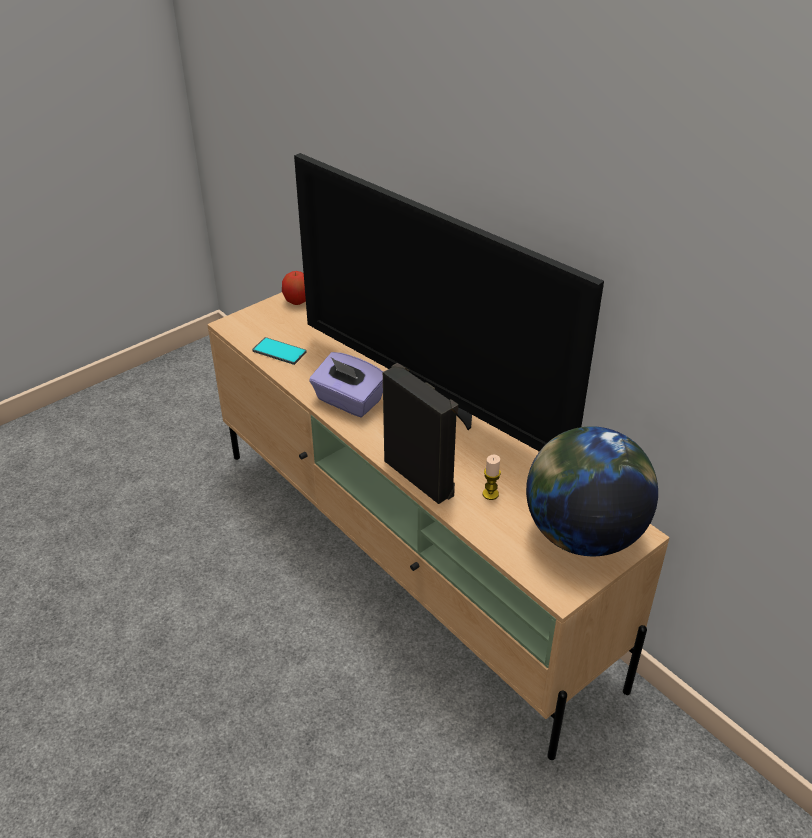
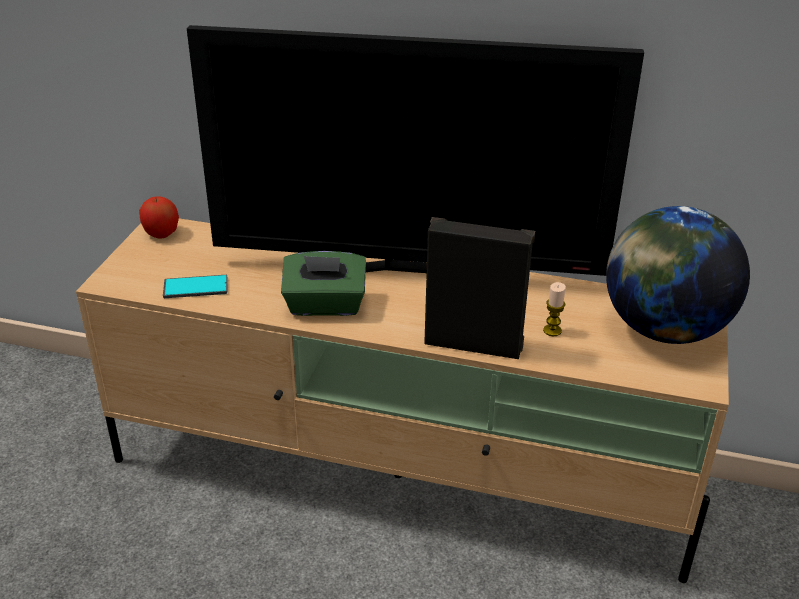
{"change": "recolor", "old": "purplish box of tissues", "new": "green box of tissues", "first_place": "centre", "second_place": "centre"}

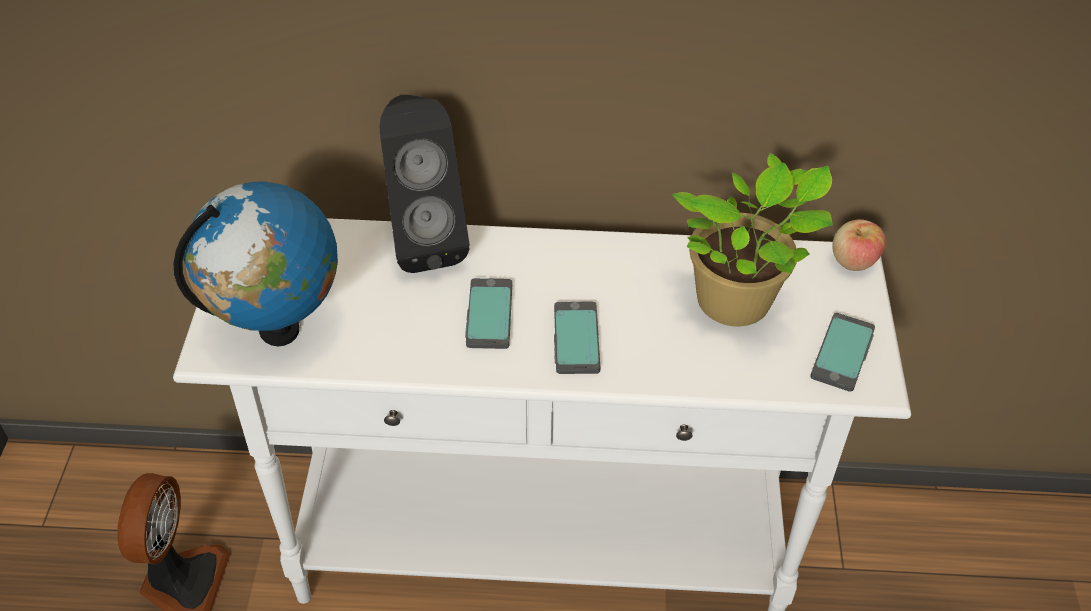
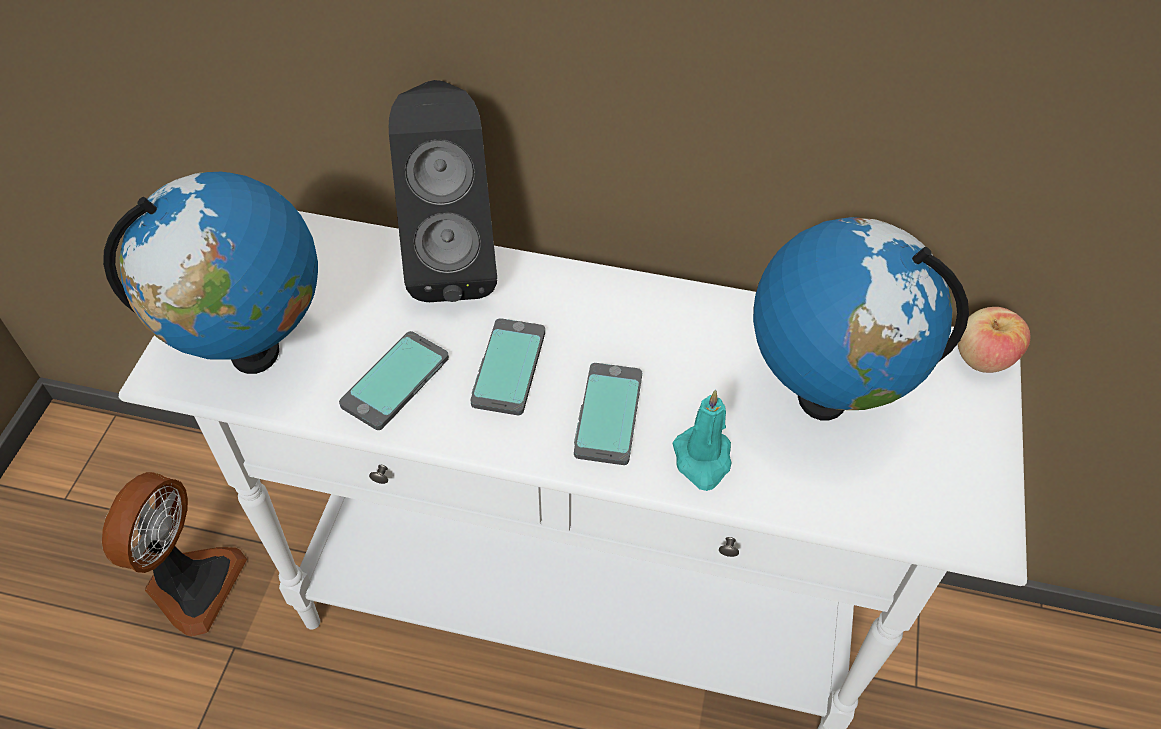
{"change": "replace", "old": "potted plant", "new": "world globe (2nd from left)", "first_place": "middle right", "second_place": "middle right"}
{"change": "move", "old": "telephone (3rd from left in the first image)", "new": "telephone (1st from left)", "first_place": "middle right", "second_place": "centre"}
{"change": "insert", "new": "turquoise wax light", "second_place": "centre"}

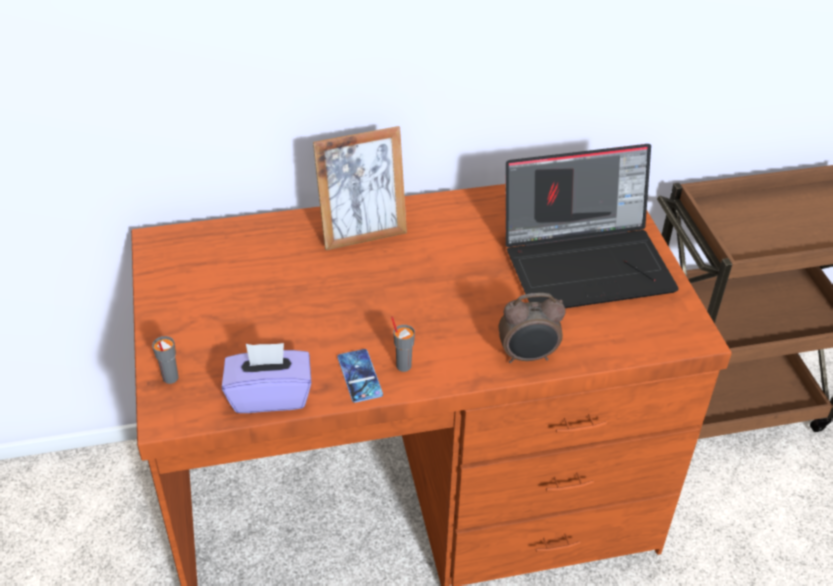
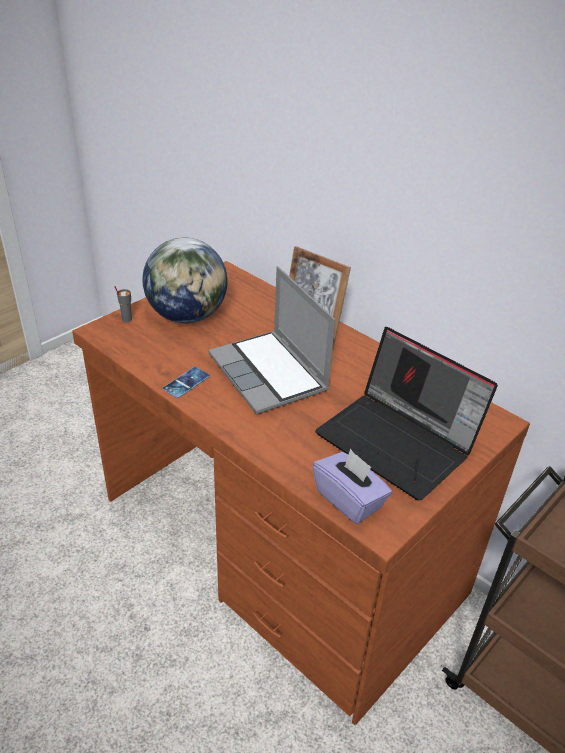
{"change": "delete", "old": "table clock", "first_place": "centre"}
{"change": "delete", "old": "grey small cup (2nd from left)", "first_place": "centre"}
{"change": "move", "old": "purplish box of tissues", "first_place": "middle left", "second_place": "centre"}
{"change": "insert", "new": "world globe", "second_place": "middle left"}
{"change": "insert", "new": "portable computer (1st from left)", "second_place": "centre"}

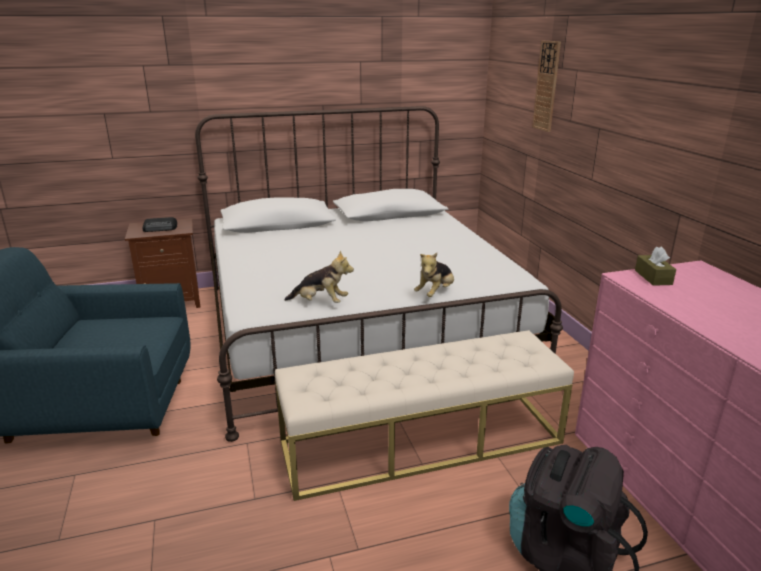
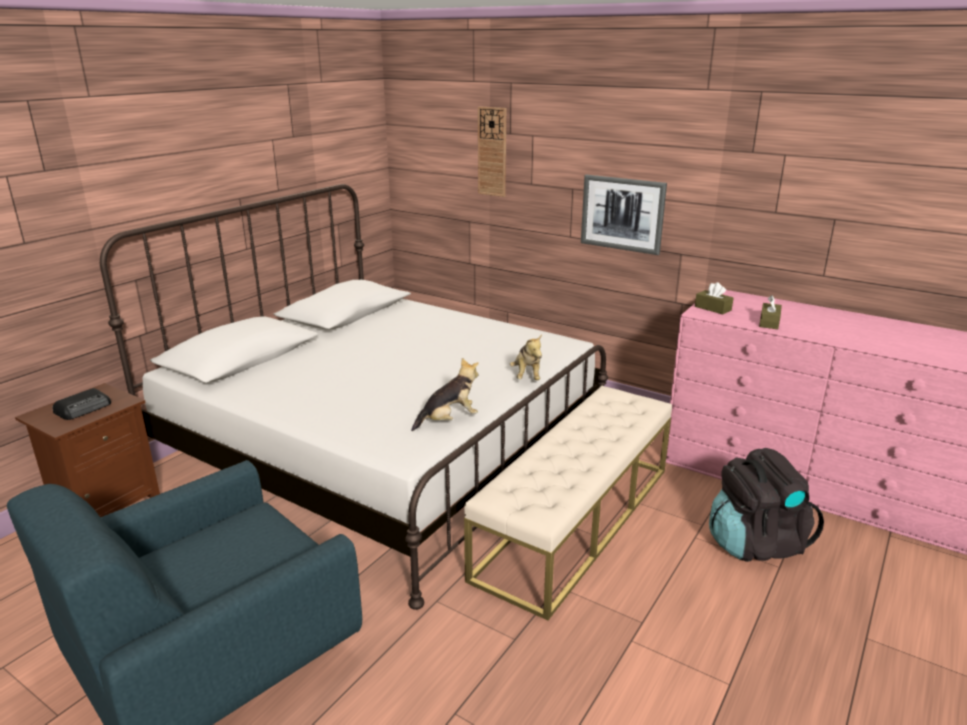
{"change": "insert", "new": "wall picture", "second_place": "top centre"}
{"change": "insert", "new": "brown-coloured box of tissues (2nd from left)", "second_place": "middle right"}

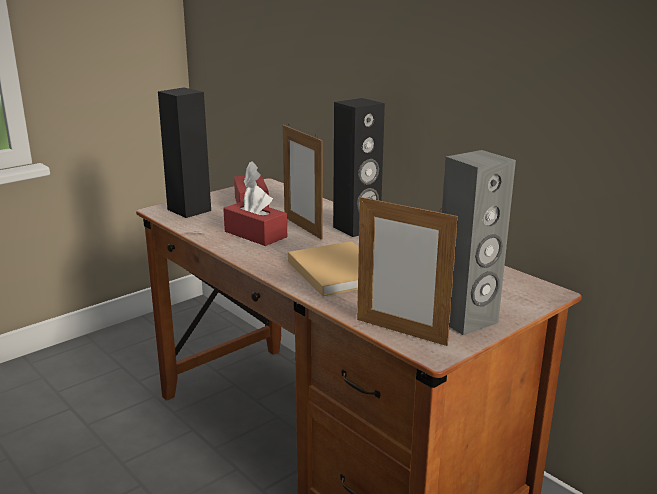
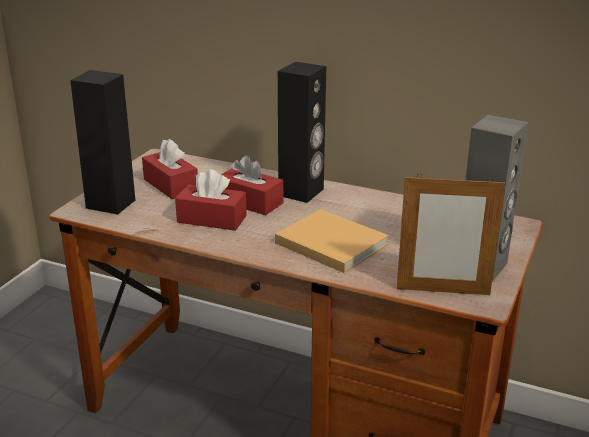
{"change": "replace", "old": "standing frame (1st from left)", "new": "reddish box of tissues (3rd from left)", "first_place": "centre", "second_place": "centre"}

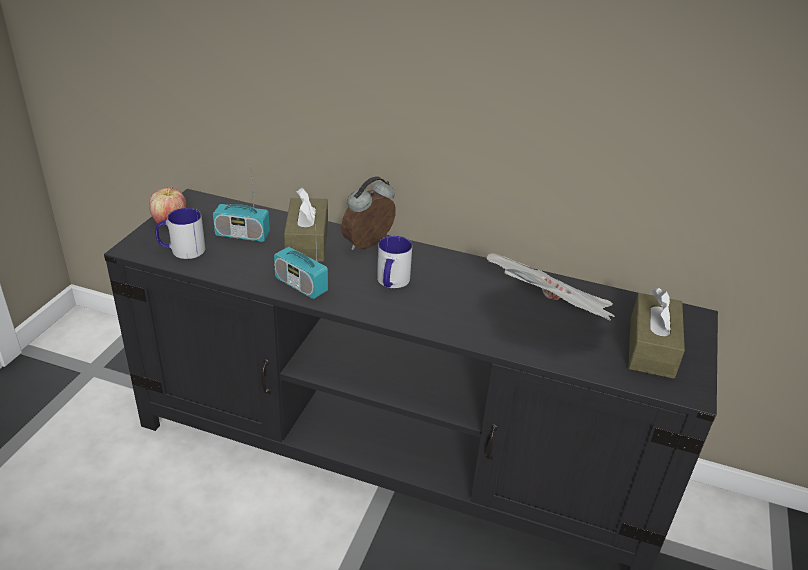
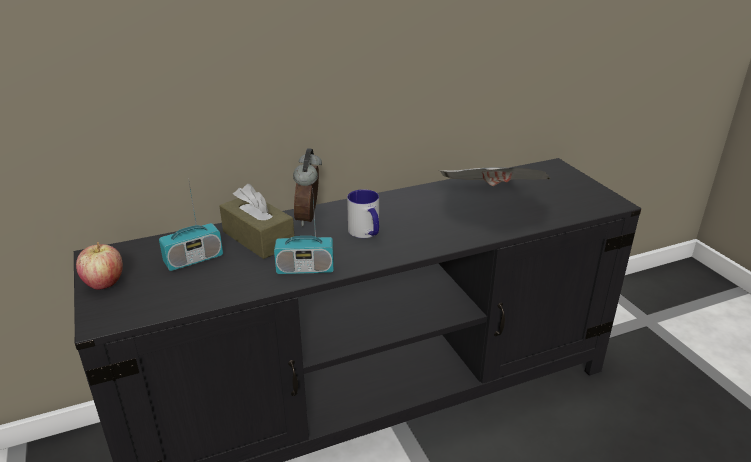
{"change": "delete", "old": "mug (1st from left)", "first_place": "middle left"}
{"change": "delete", "old": "brown-coloured box of tissues (2nd from left)", "first_place": "middle right"}

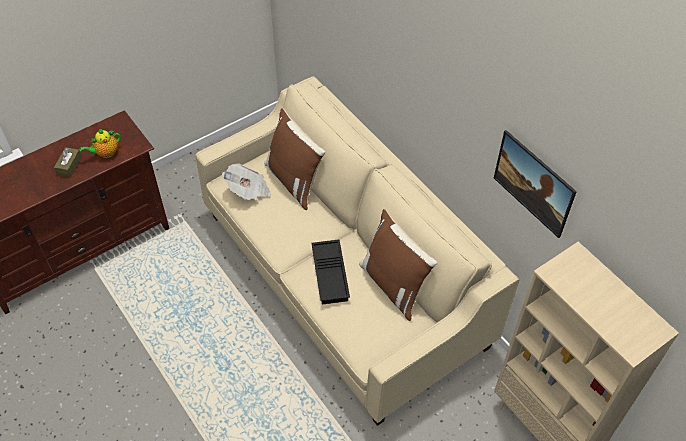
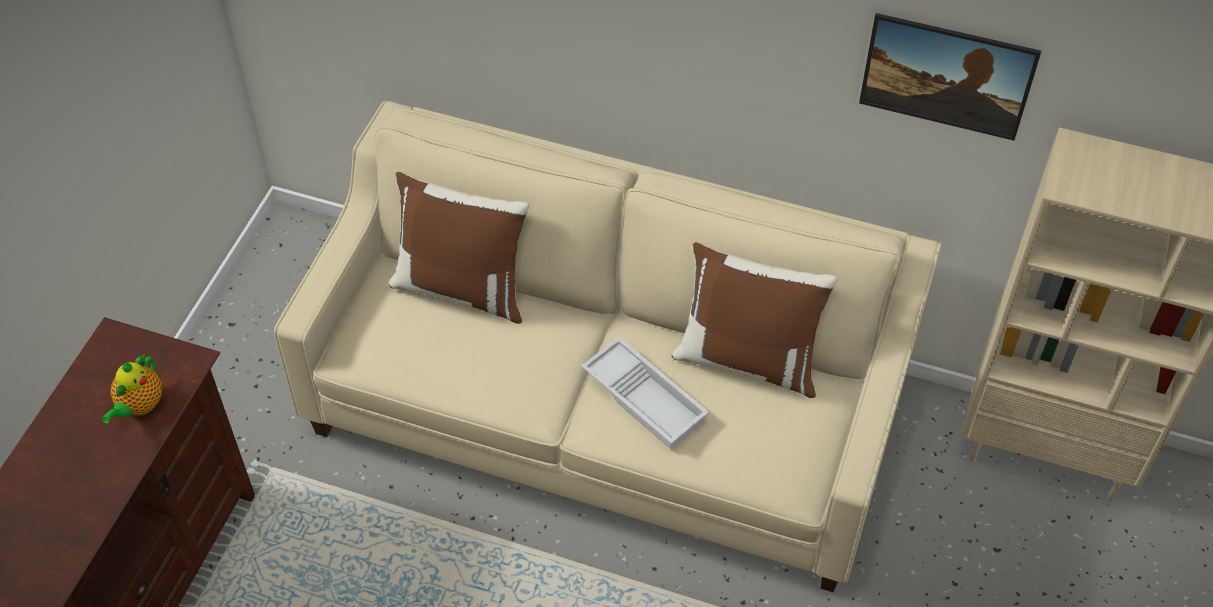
{"change": "delete", "old": "brown-coloured box of tissues", "first_place": "middle left"}
{"change": "delete", "old": "daily paper", "first_place": "centre"}
{"change": "recolor", "old": "black serving tray", "new": "whitish serving tray", "first_place": "centre", "second_place": "centre"}

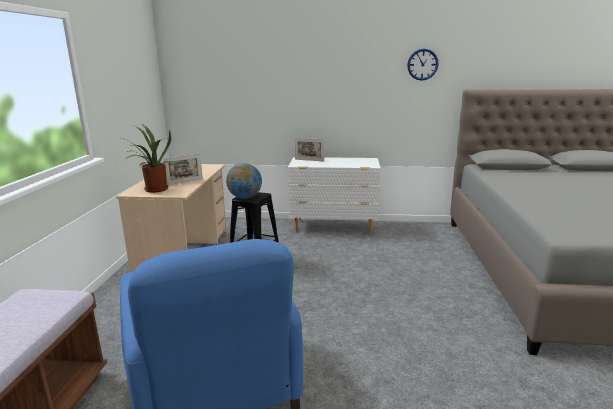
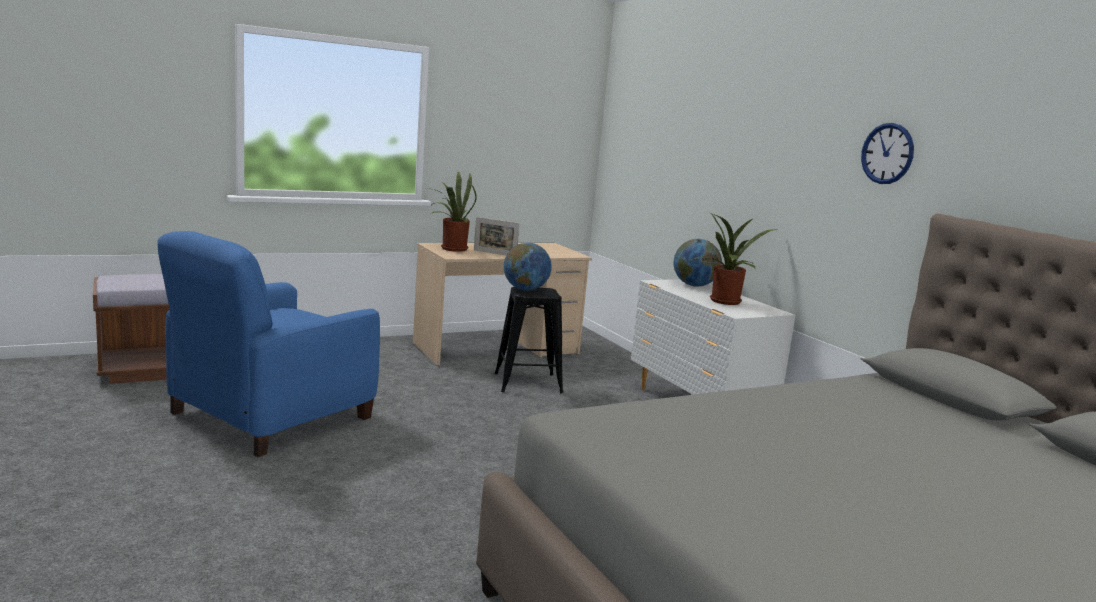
{"change": "replace", "old": "standing frame (2nd from left)", "new": "world globe (2nd from left)", "first_place": "centre", "second_place": "centre"}
{"change": "insert", "new": "potted plant (2nd from left)", "second_place": "middle right"}

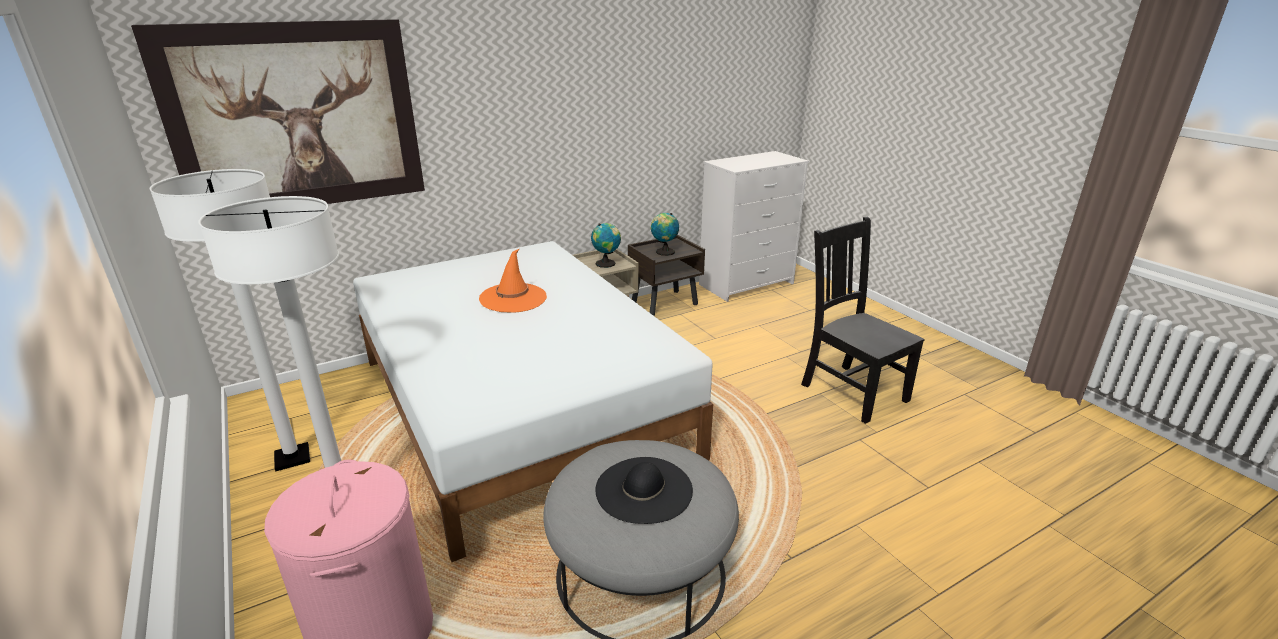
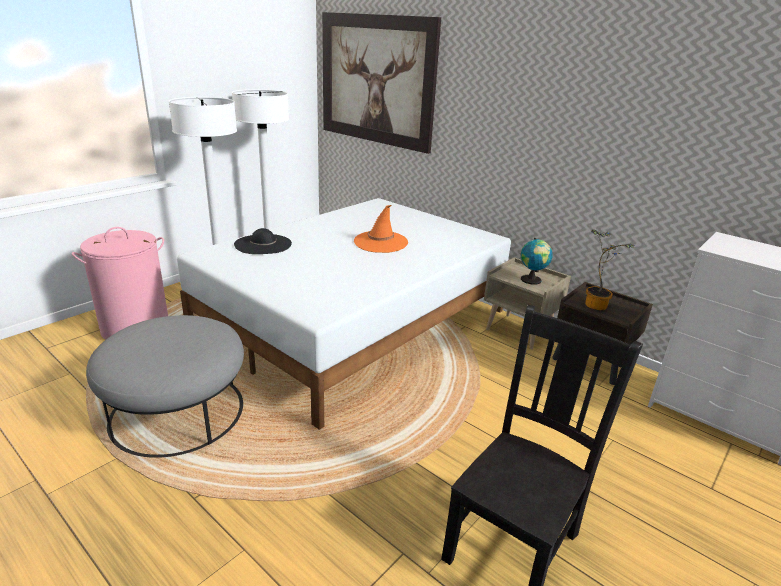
{"change": "replace", "old": "world globe (2nd from left)", "new": "potted plant", "first_place": "centre", "second_place": "middle right"}
{"change": "move", "old": "black clothing hat", "first_place": "bottom centre", "second_place": "centre"}

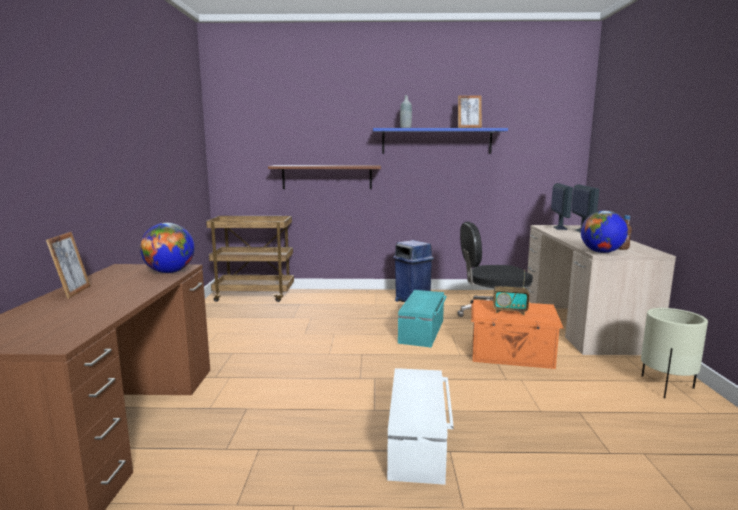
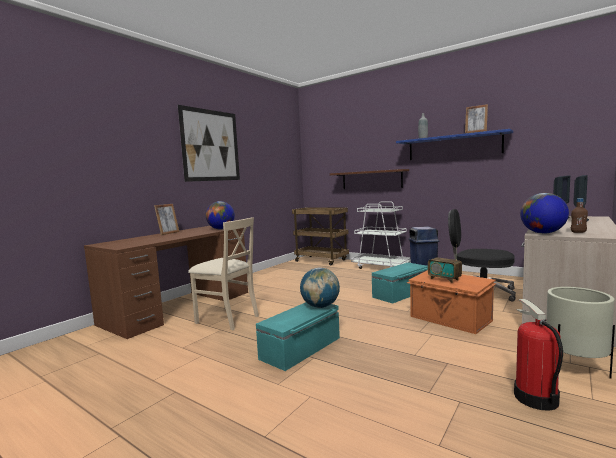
{"change": "recolor", "old": "whitish storage container", "new": "turquoise storage container (1st from left)", "first_place": "bottom centre", "second_place": "bottom centre"}
{"change": "insert", "new": "wall picture", "second_place": "top centre"}
{"change": "insert", "new": "whitish trolley", "second_place": "centre"}
{"change": "insert", "new": "beige-coloured plain chair", "second_place": "centre"}
{"change": "insert", "new": "world globe (2nd from left)", "second_place": "centre"}
{"change": "insert", "new": "fire extinguisher", "second_place": "bottom right"}

